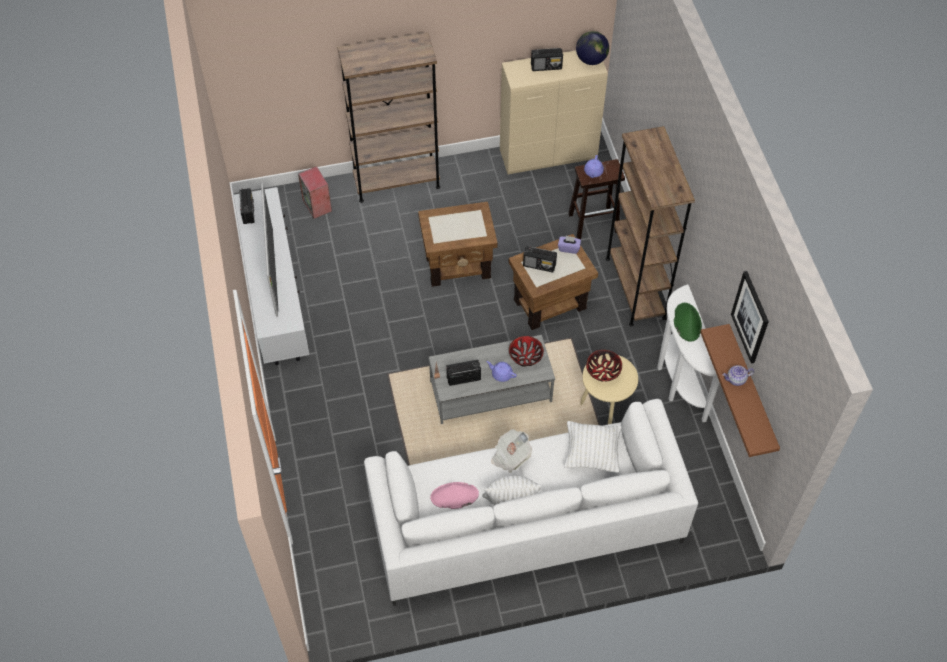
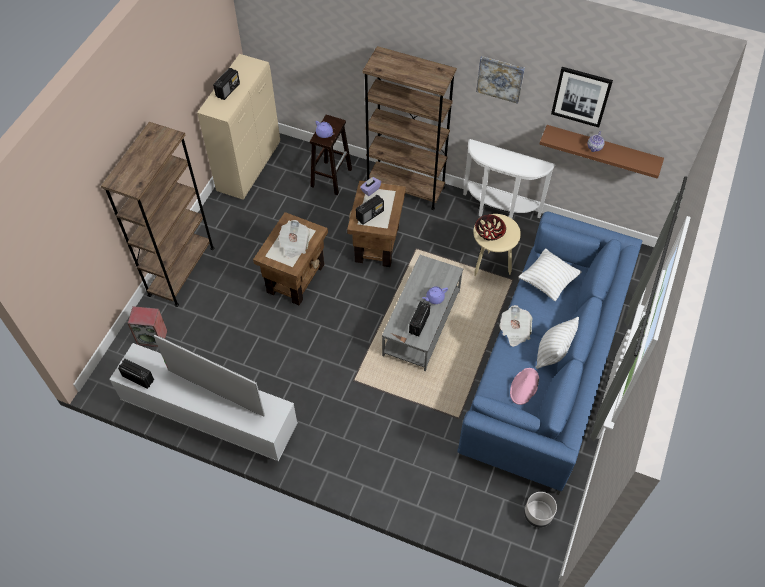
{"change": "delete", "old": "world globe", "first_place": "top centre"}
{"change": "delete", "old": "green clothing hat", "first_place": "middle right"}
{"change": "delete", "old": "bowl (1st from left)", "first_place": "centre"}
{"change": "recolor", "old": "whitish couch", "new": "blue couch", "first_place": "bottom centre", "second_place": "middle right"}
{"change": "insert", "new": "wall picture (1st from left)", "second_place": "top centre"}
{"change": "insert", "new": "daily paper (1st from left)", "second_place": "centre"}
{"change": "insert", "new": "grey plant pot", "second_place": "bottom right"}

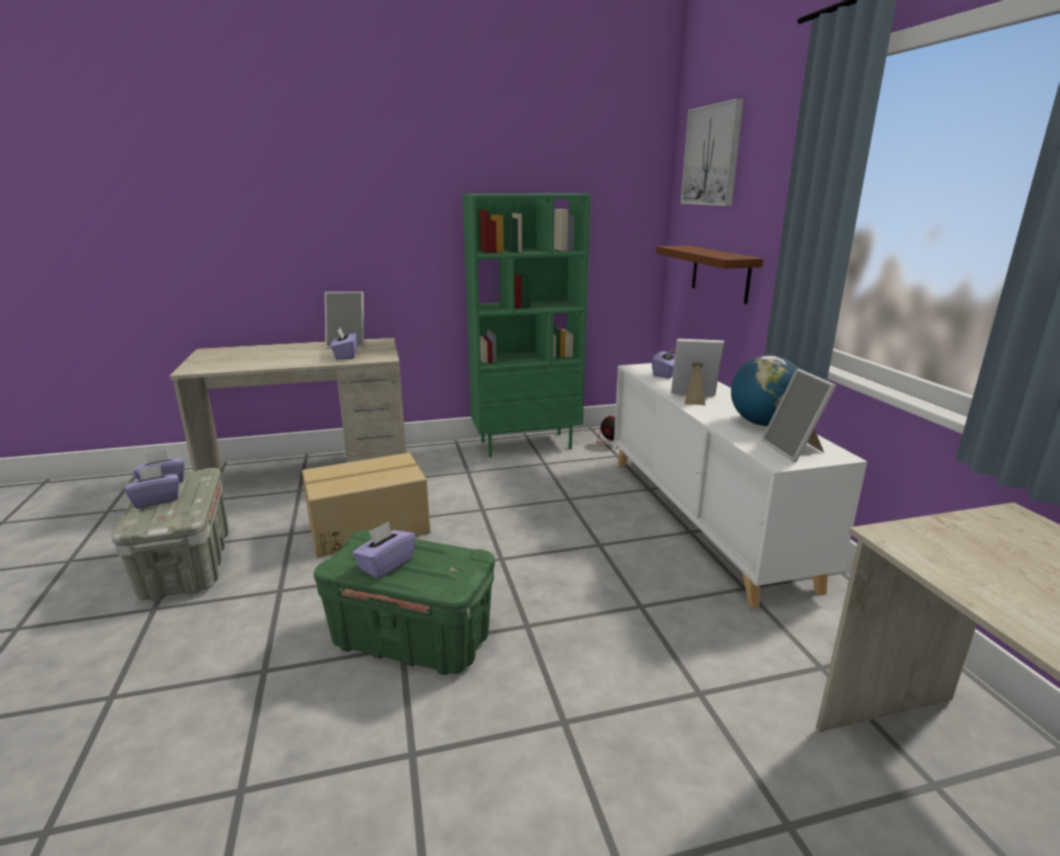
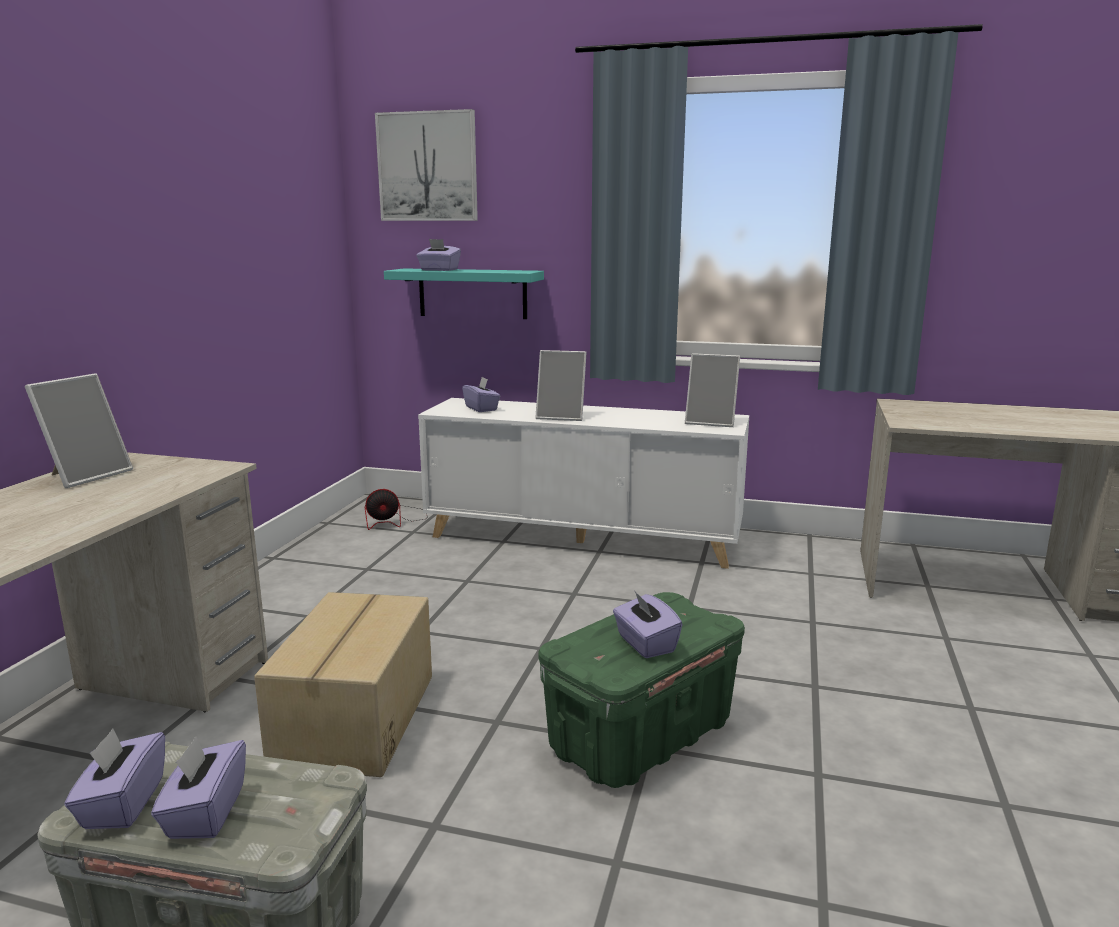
{"change": "delete", "old": "green shelving unit", "first_place": "centre"}
{"change": "recolor", "old": "brown-coloured wall shelf", "new": "turquoise wall shelf", "first_place": "top right", "second_place": "top centre"}
{"change": "move", "old": "purplish box of tissues (3rd from left)", "first_place": "middle left", "second_place": "top centre"}
{"change": "rotate", "old": "standing frame (2nd from left)", "first_place": "centre", "second_place": "centre", "degrees": -120}
{"change": "delete", "old": "world globe", "first_place": "middle right"}

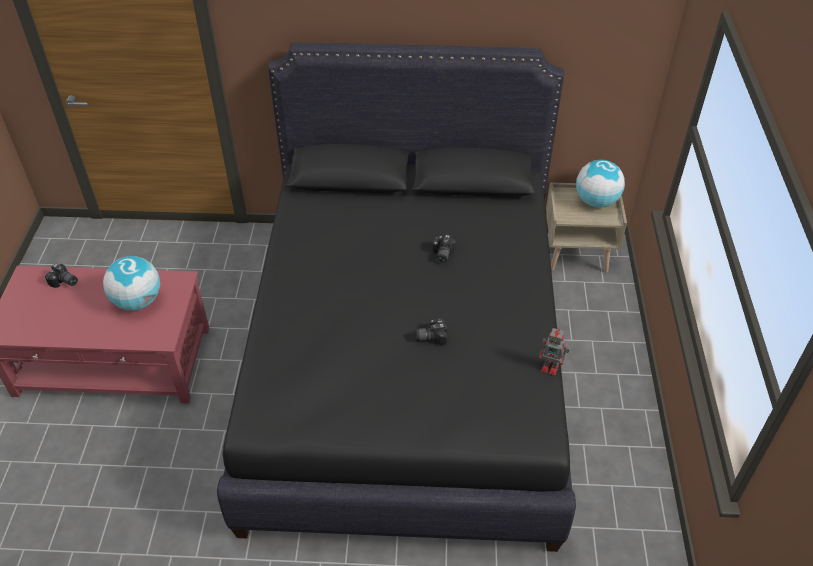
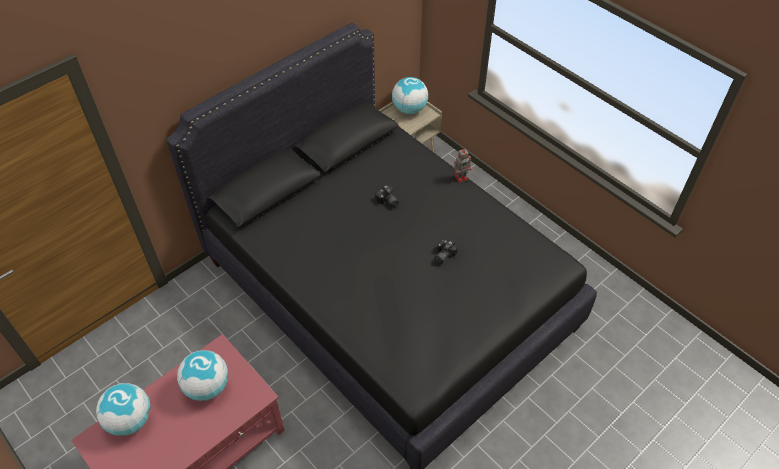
{"change": "replace", "old": "photo camera (1st from left)", "new": "world globe (1st from left)", "first_place": "middle left", "second_place": "bottom left"}
{"change": "move", "old": "model robot", "first_place": "middle right", "second_place": "centre"}

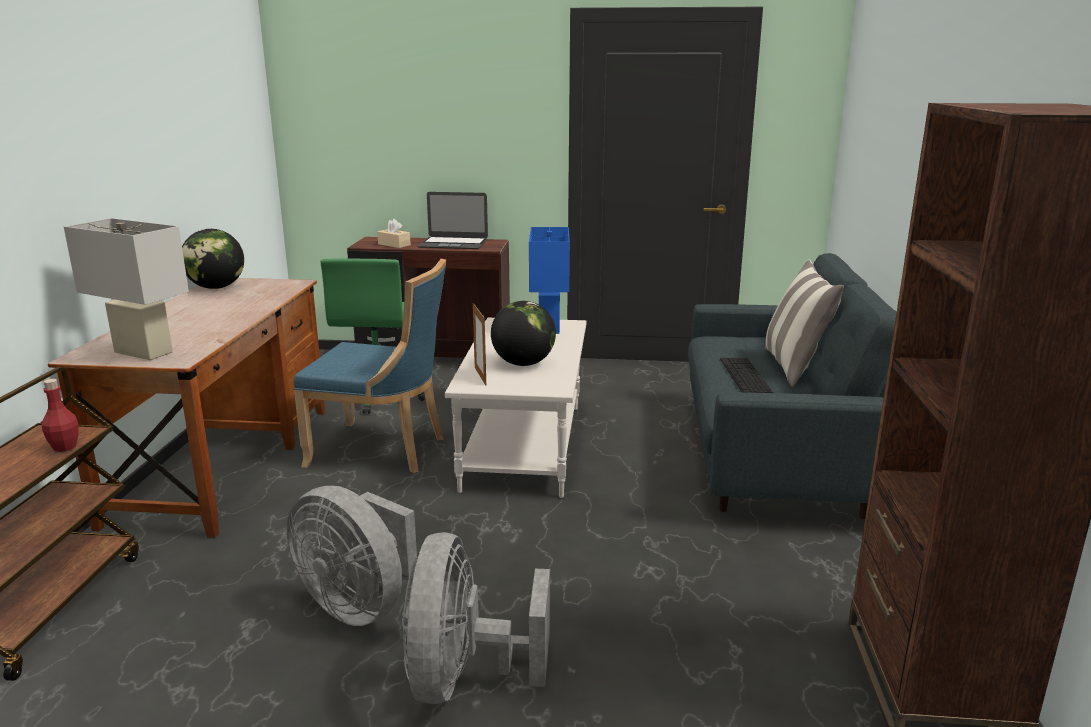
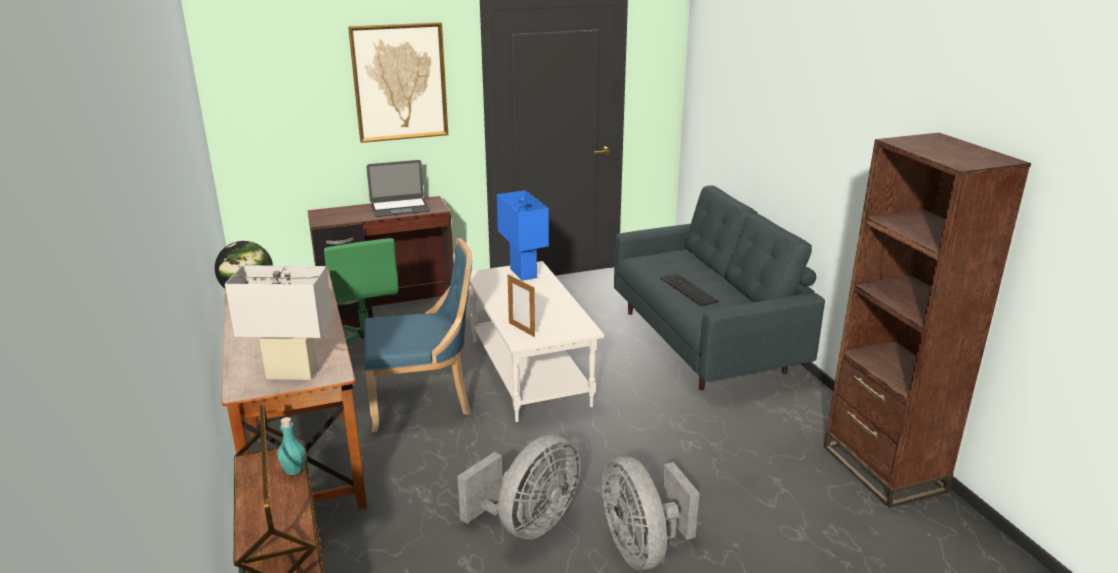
{"change": "delete", "old": "beige-coloured box of tissues", "first_place": "top centre"}
{"change": "delete", "old": "pillow", "first_place": "middle right"}
{"change": "delete", "old": "world globe (2nd from left)", "first_place": "centre"}
{"change": "recolor", "old": "reddish bottle", "new": "turquoise bottle", "first_place": "middle left", "second_place": "bottom left"}
{"change": "rotate", "old": "grey cooling fan (1st from left)", "first_place": "bottom left", "second_place": "bottom centre", "degrees": -60}
{"change": "insert", "new": "wall picture", "second_place": "top centre"}

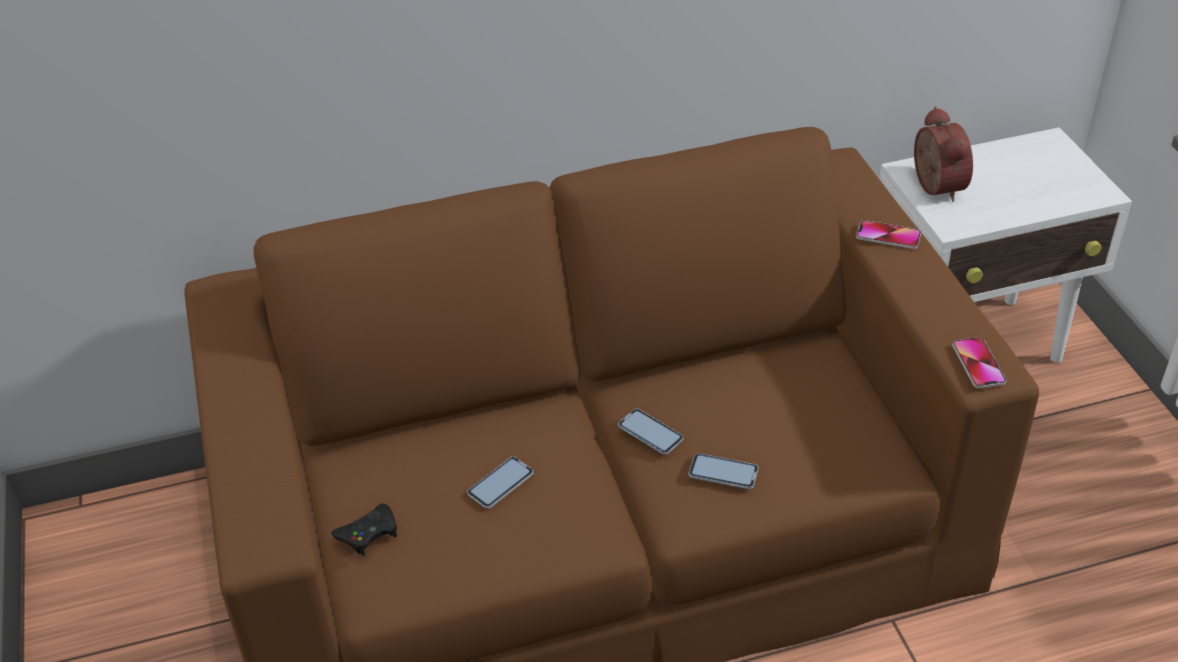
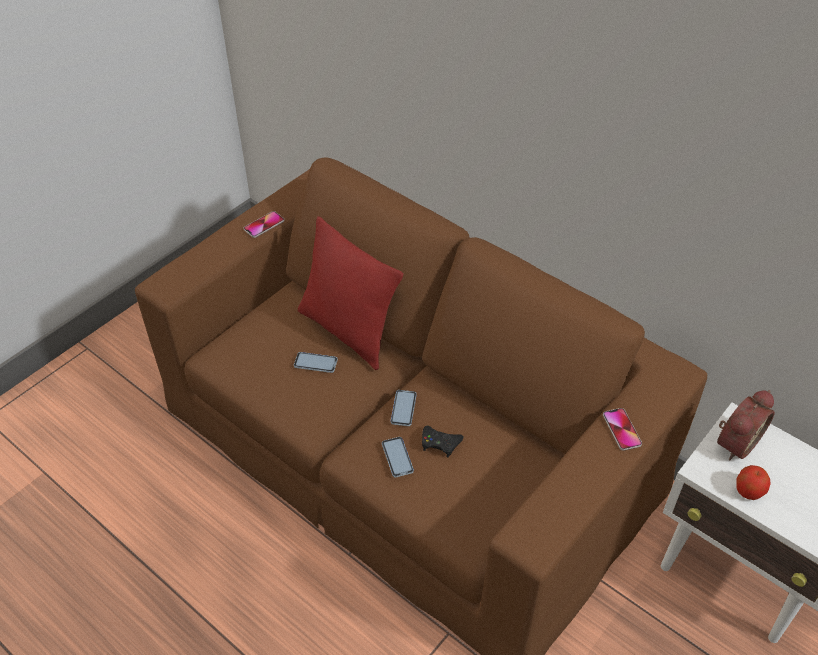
{"change": "move", "old": "telephone (5th from left in the first image)", "new": "telephone (1st from left)", "first_place": "middle right", "second_place": "middle left"}
{"change": "move", "old": "black game controller", "first_place": "bottom left", "second_place": "bottom centre"}
{"change": "insert", "new": "reddish pillow", "second_place": "centre"}
{"change": "insert", "new": "apple fruit", "second_place": "bottom right"}

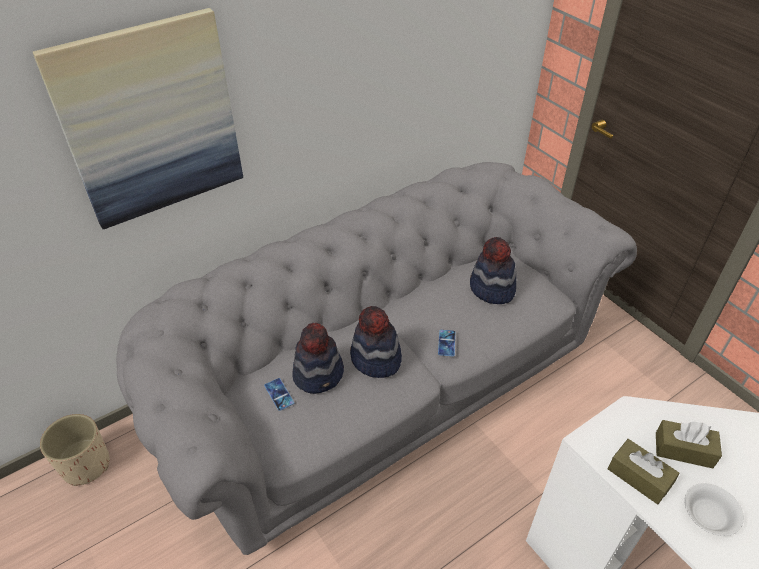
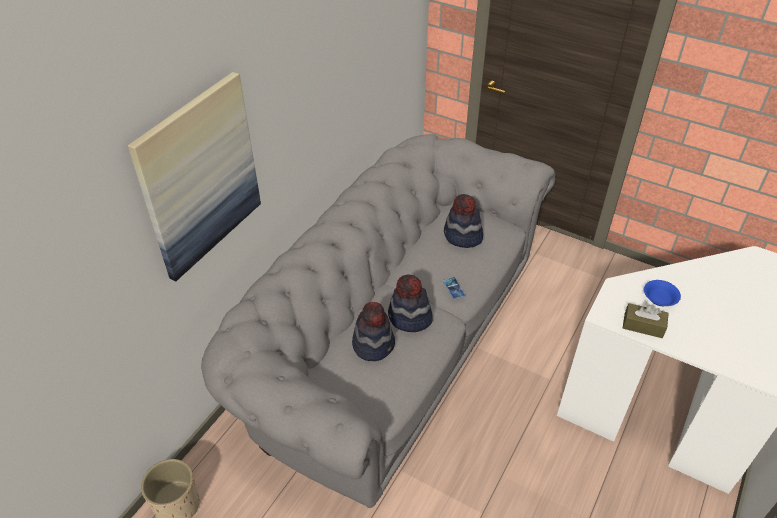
{"change": "delete", "old": "telephone (1st from left)", "first_place": "bottom centre"}
{"change": "replace", "old": "brown-coloured box of tissues (2nd from left)", "new": "blue bowl", "first_place": "bottom right", "second_place": "middle right"}
{"change": "delete", "old": "whitish bowl", "first_place": "bottom right"}

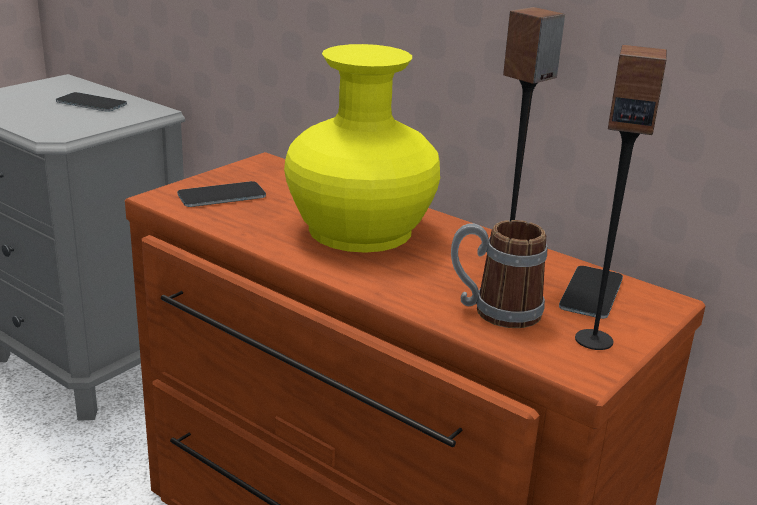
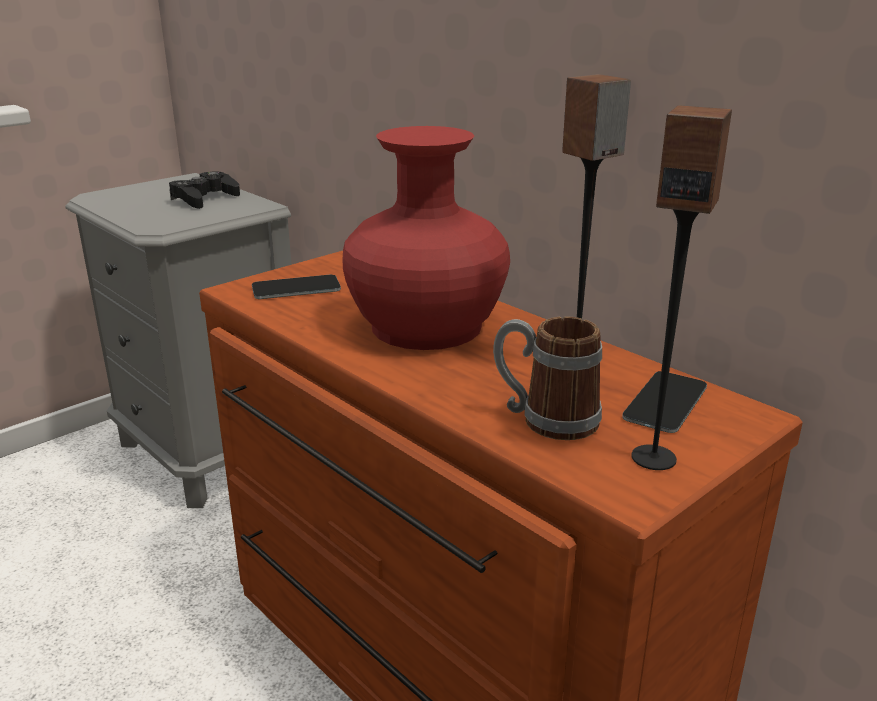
{"change": "recolor", "old": "yellowish flower vase", "new": "reddish flower vase", "first_place": "top centre", "second_place": "centre"}
{"change": "replace", "old": "telephone (1st from left)", "new": "black game controller", "first_place": "top left", "second_place": "top left"}

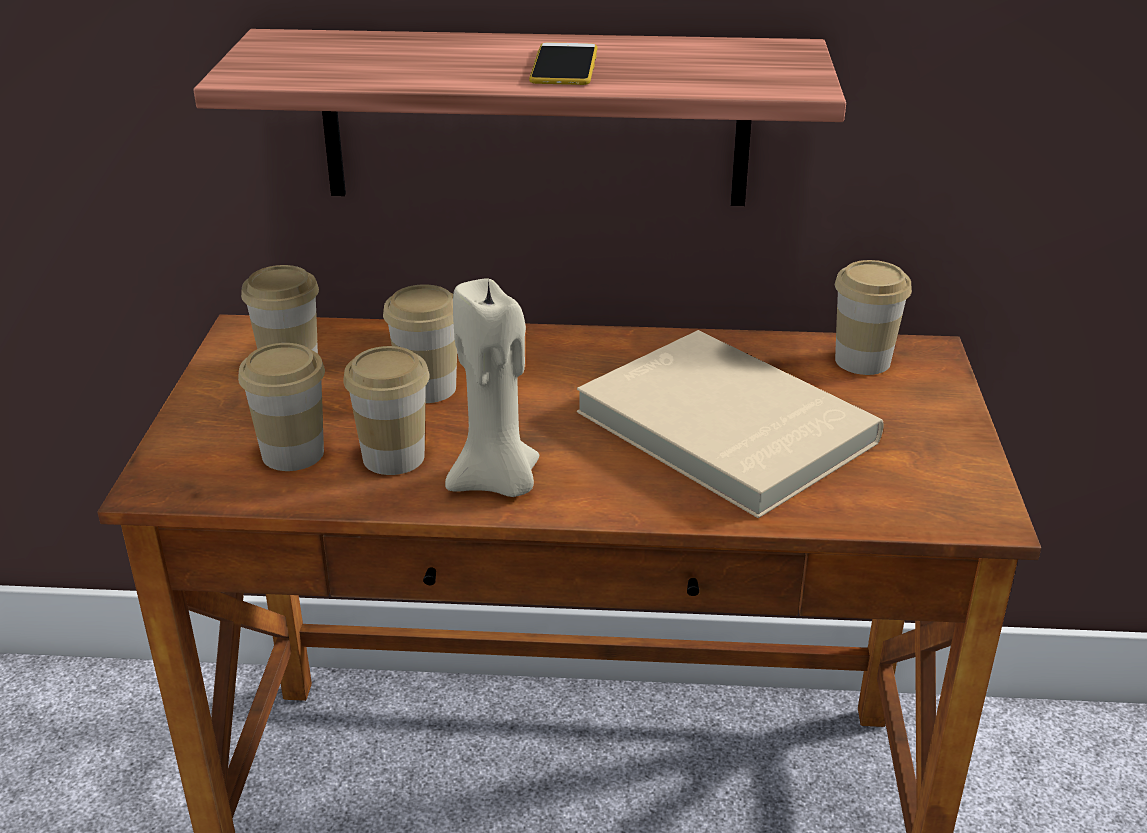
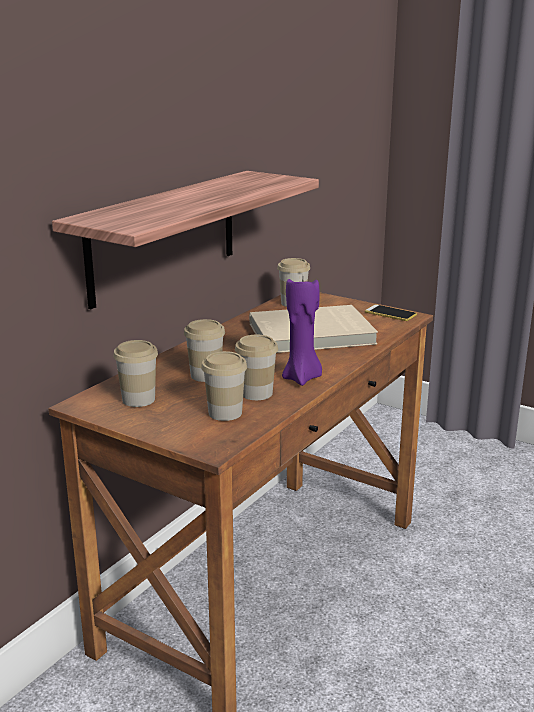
{"change": "move", "old": "telephone", "first_place": "top centre", "second_place": "middle right"}
{"change": "recolor", "old": "beige-coloured wax light", "new": "purplish wax light", "first_place": "centre", "second_place": "centre"}

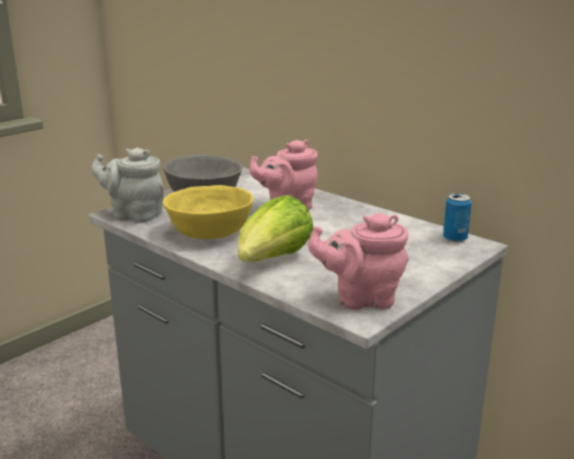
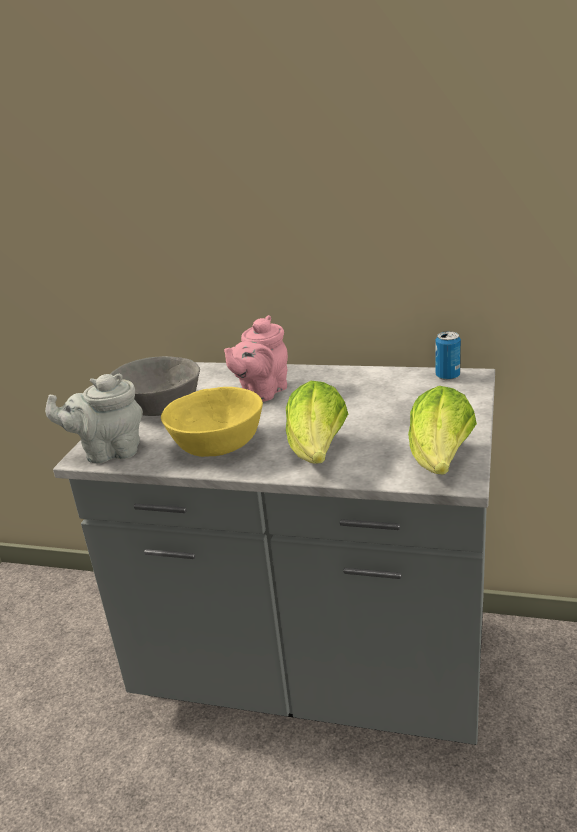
{"change": "replace", "old": "pink-coloured tea pot (2nd from left)", "new": "lettuce head (2nd from left)", "first_place": "centre", "second_place": "middle right"}

